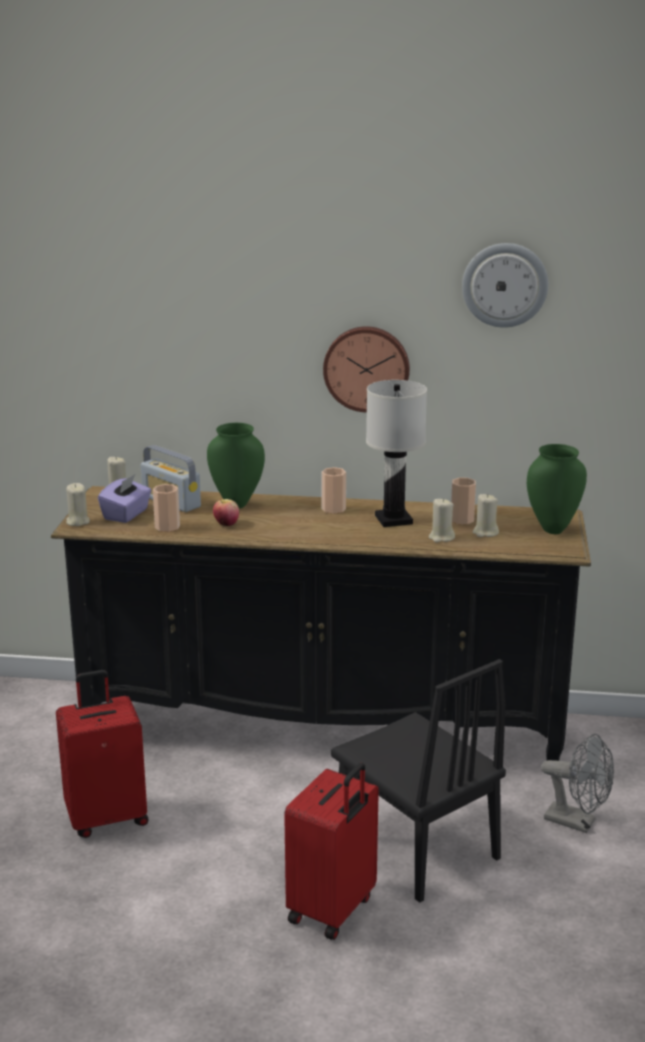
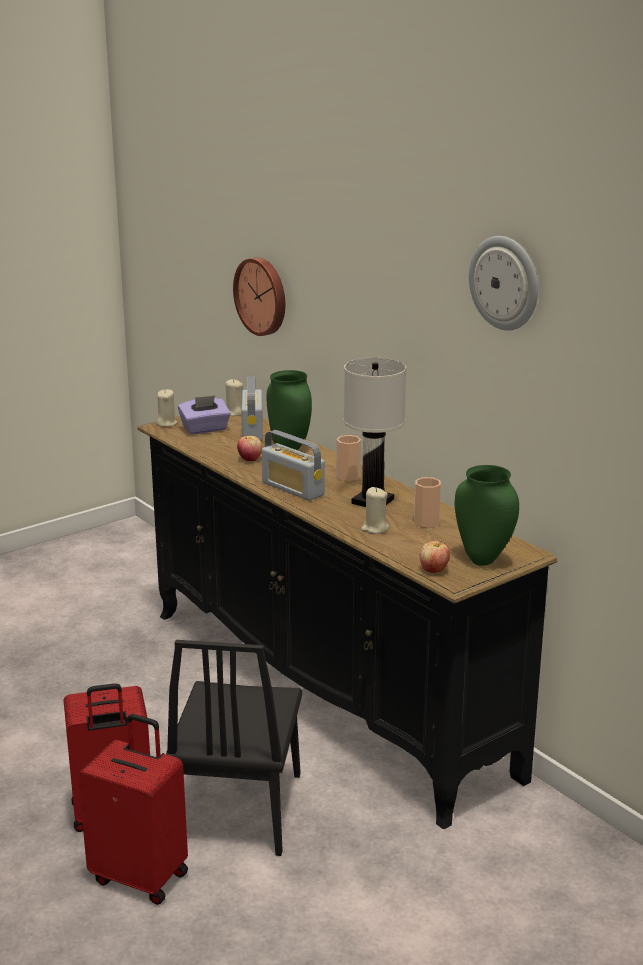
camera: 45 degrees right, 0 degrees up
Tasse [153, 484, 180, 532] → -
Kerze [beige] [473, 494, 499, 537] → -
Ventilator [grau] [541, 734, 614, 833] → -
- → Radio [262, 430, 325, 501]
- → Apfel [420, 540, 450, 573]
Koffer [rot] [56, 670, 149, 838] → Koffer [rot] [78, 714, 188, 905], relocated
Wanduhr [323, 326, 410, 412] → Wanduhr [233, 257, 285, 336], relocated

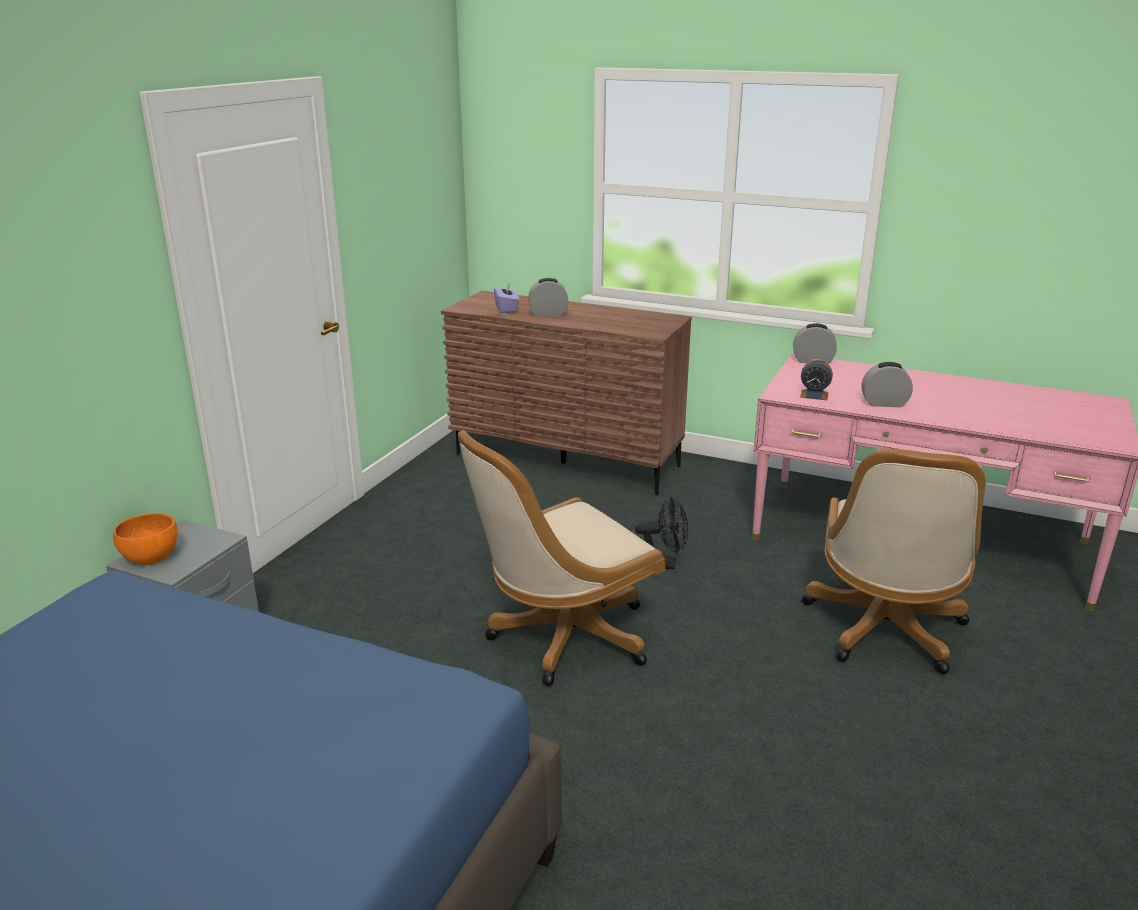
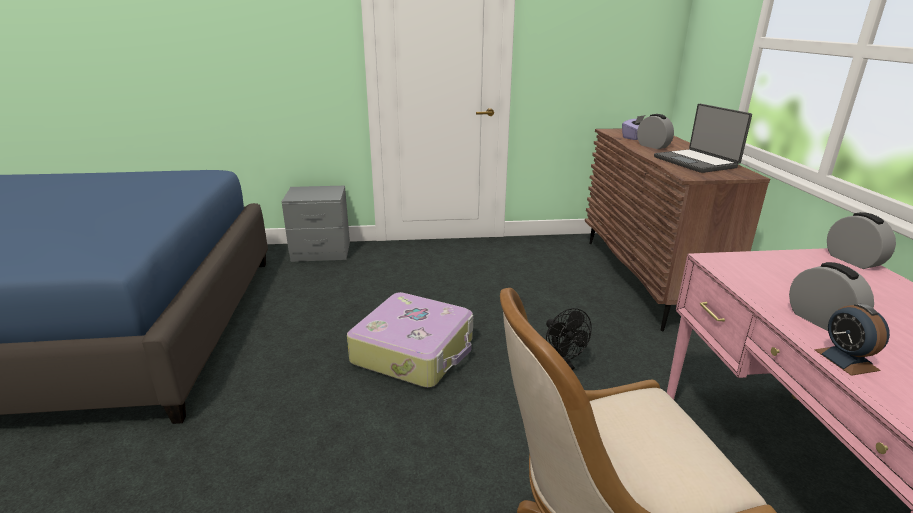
camera: 60 degrees right, 0 degrees up
Schüssel [orange] [113, 513, 177, 565] → -
- → Laptop [654, 104, 752, 173]
Wecker [800, 359, 833, 400] → Wecker [815, 303, 890, 376], relocated
Bürostuhl [458, 430, 665, 686] → Koffer [347, 292, 473, 388]

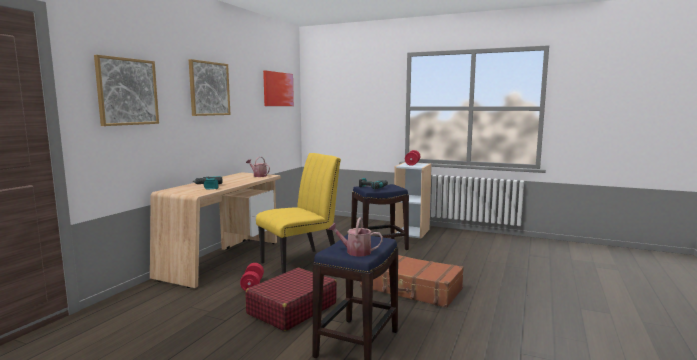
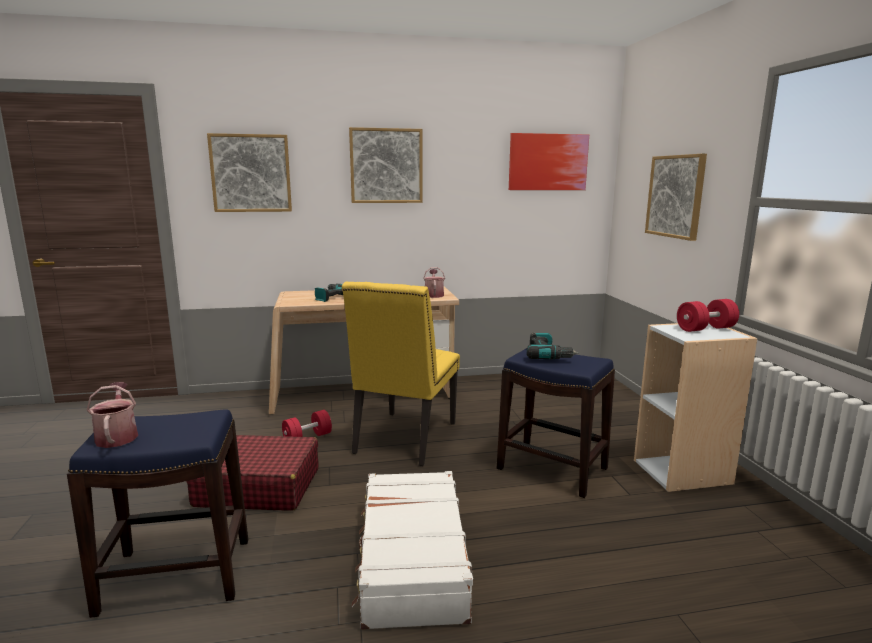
camera: 55 degrees right, 5 degrees up
- → Bild [645, 154, 707, 241]
Koffer [braun] [360, 255, 464, 308] → Koffer [weiß] [352, 471, 473, 630]
Stuhl [gelb] [256, 153, 341, 274] → Stuhl [gelb] [342, 282, 460, 466], 90 degrees clockwise

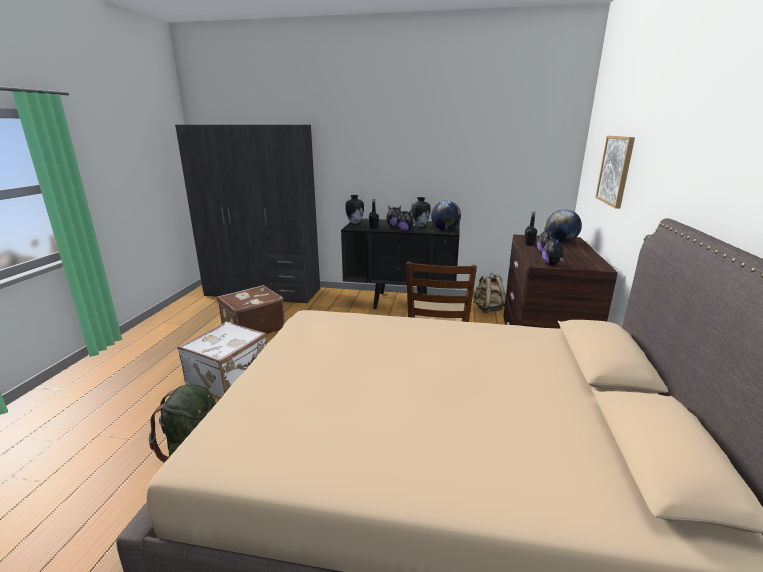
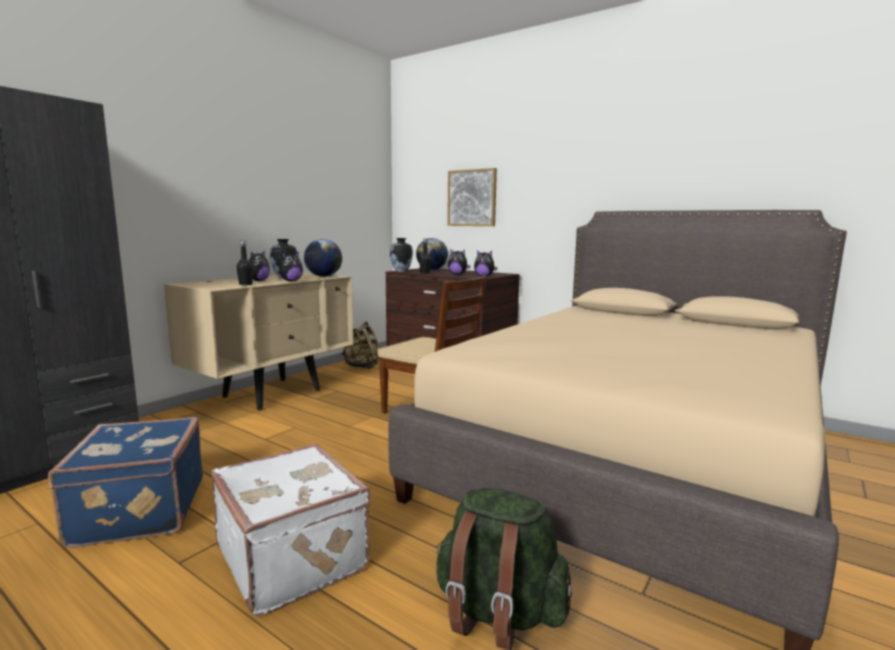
camera: 65 degrees left, 10 degrees down
Vase [345, 195, 364, 224] → Vase [390, 238, 413, 272], relocated
Koffer [braun] [217, 285, 285, 334] → Koffer [blau] [48, 417, 203, 548]
Kommode [schwarz] [341, 219, 460, 309] → Kommode [beige] [164, 272, 353, 410]

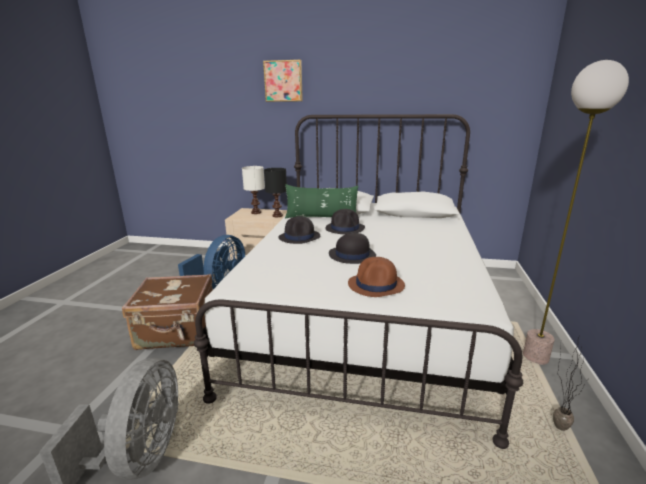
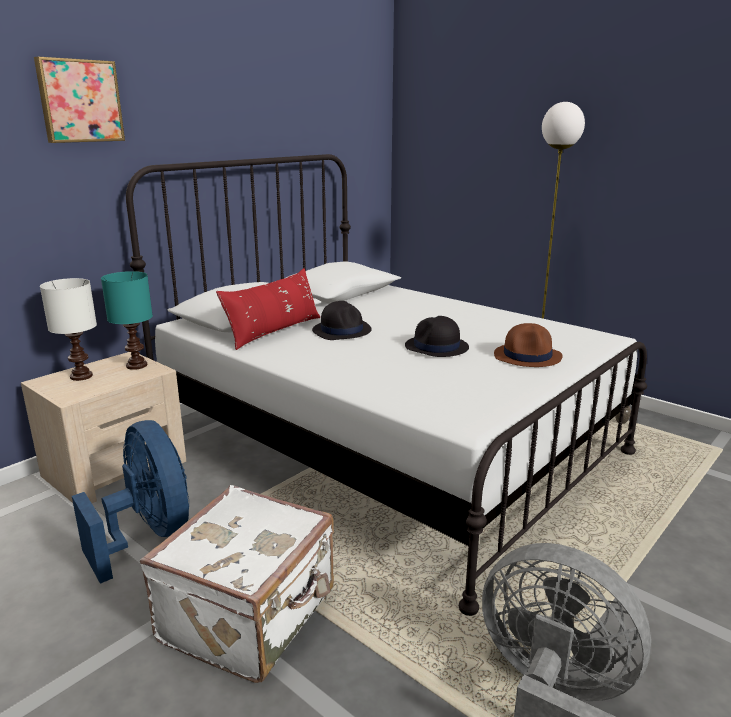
camera: 60 degrees left, 0 degrees up
Hut [schwarz] [279, 216, 320, 244] → -
Koffer [braun] [122, 274, 213, 350] → Koffer [weiß] [140, 485, 334, 683]
Tischlampe [schwarz] [264, 168, 287, 217] → Tischlampe [türkis] [101, 271, 153, 370]
Kissen [grün] [285, 184, 358, 219] → Kissen [rot] [216, 268, 320, 350]

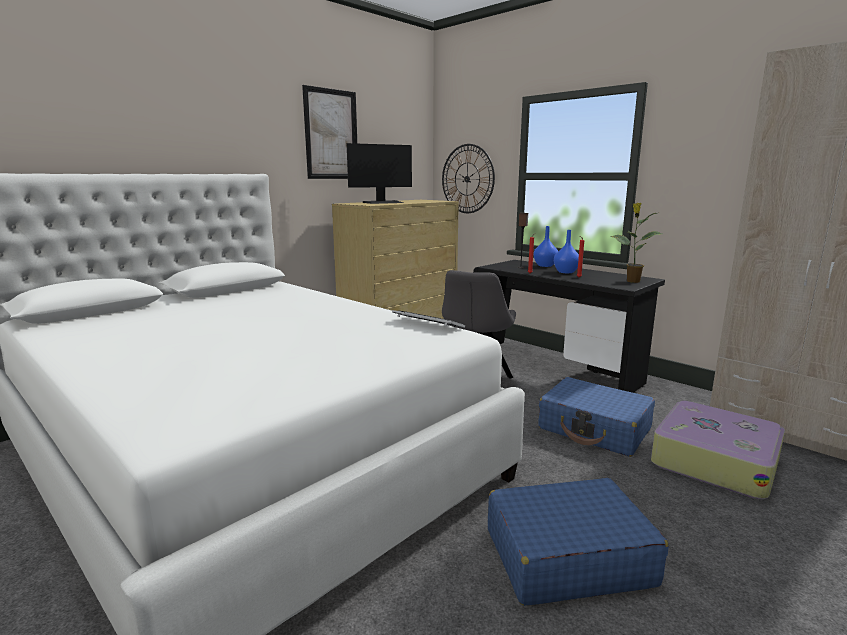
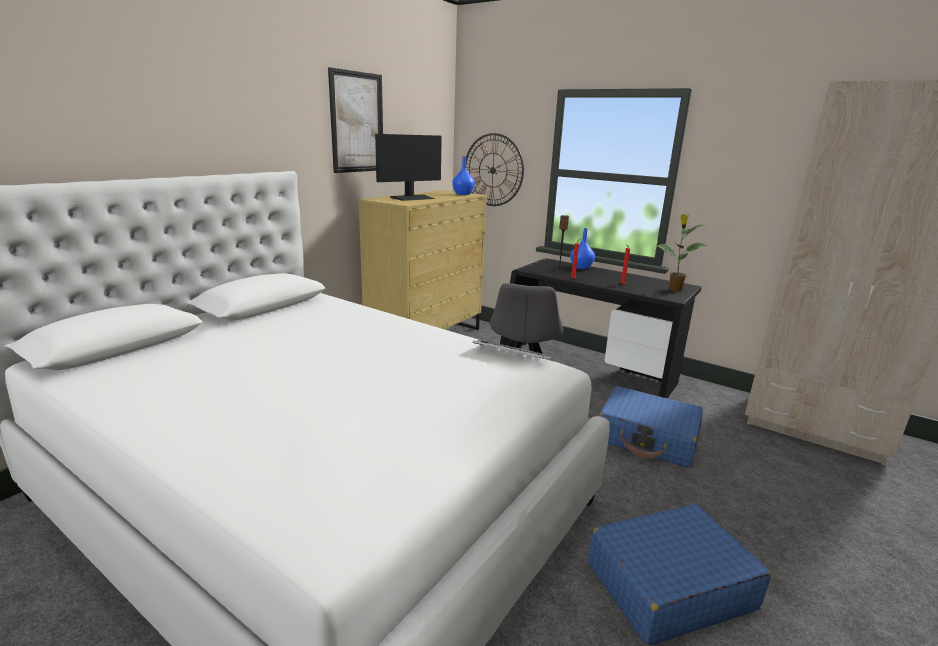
camera: 10 degrees left, 5 degrees up
Koffer [651, 401, 785, 499] → -
Vase [blau] [554, 230, 579, 273] → Vase [blau] [452, 156, 475, 195], relocated

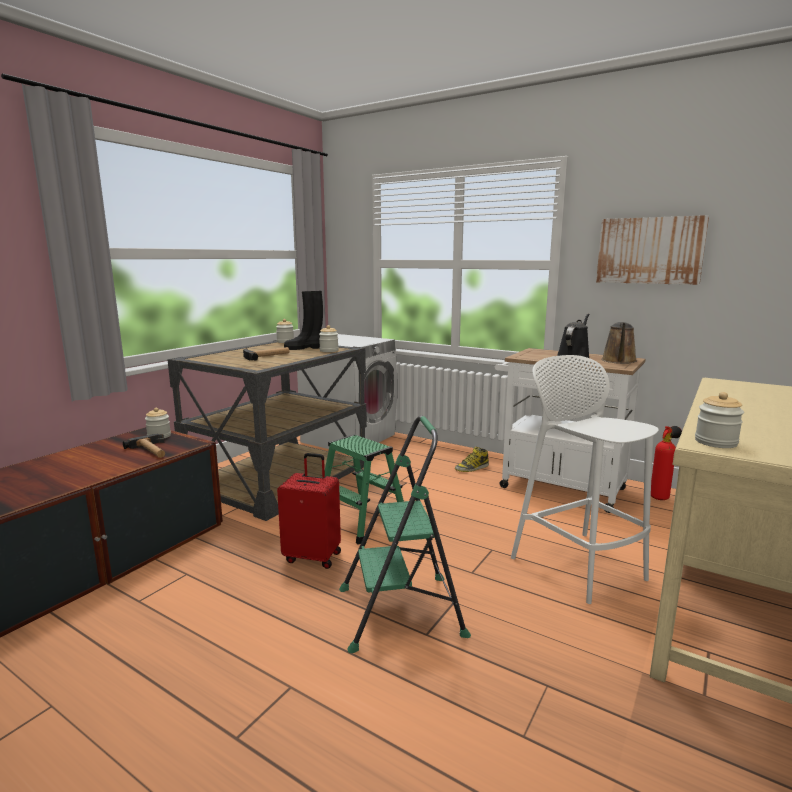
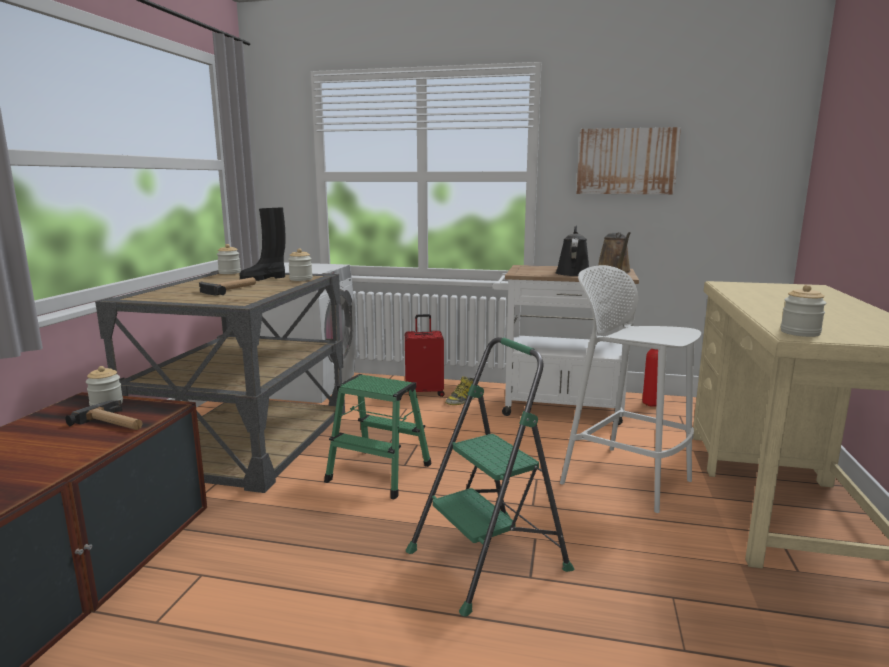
camera: 20 degrees left, 0 degrees up
Koffer [rot] [277, 453, 341, 569] → Koffer [rot] [405, 314, 445, 397], relocated

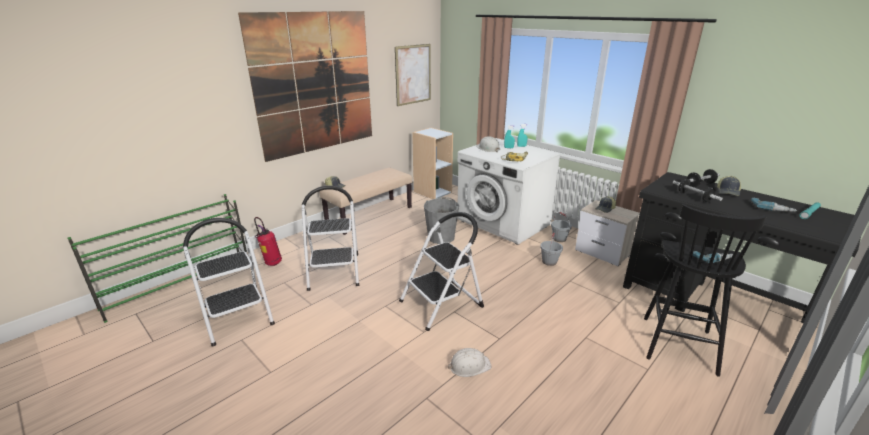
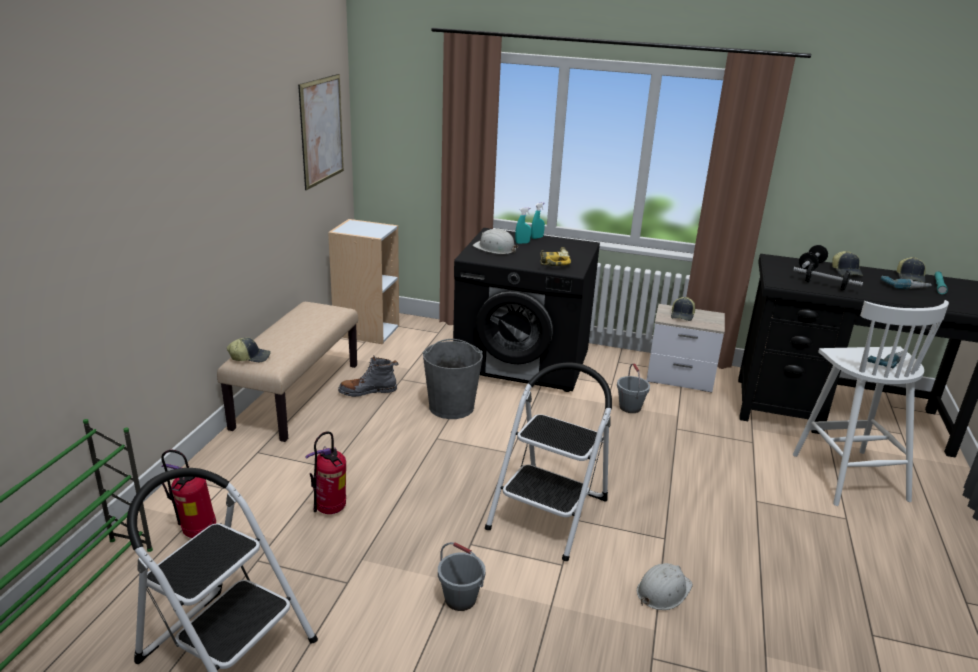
camera: 30 degrees left, 0 degrees up
Bild [238, 11, 372, 162] → -
- → Stiefel [grau] [338, 356, 398, 397]
- → Kappe [897, 257, 926, 283]
Eimer [grau] [551, 212, 572, 242] → Eimer [grau] [438, 542, 486, 611], relocated
Trittleiter [302, 185, 359, 291] → Feuerlöscher [306, 432, 346, 514]
Waschmaschine [weiß] [457, 138, 560, 245] → Waschmaschine [schwarz] [453, 228, 600, 392]
Hocker [schwarz] [644, 204, 767, 377] → Hocker [weiß] [793, 300, 949, 506]

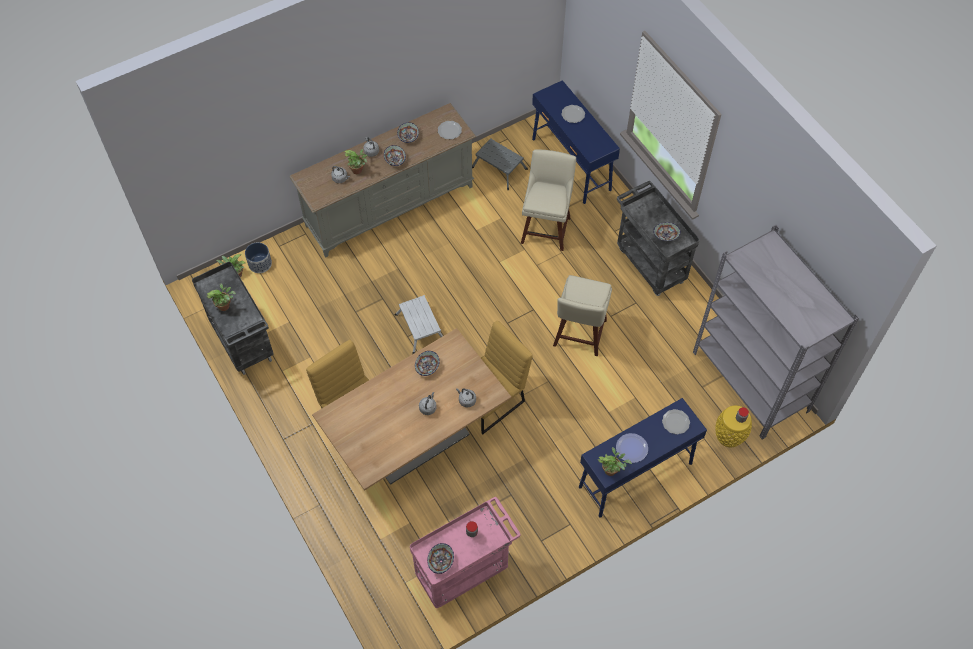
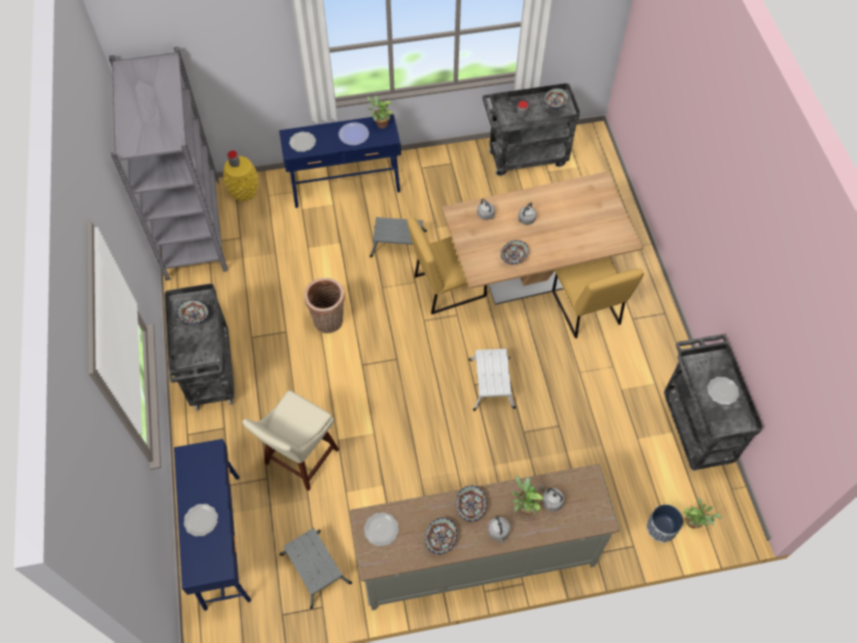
camera: 160 degrees left, 0 degrees up
- → Trittleiter [grau] [369, 217, 427, 258]
Topfpflanze [207, 284, 236, 311] → Teller [707, 377, 739, 405]
Hocker [beige] [553, 275, 612, 356] → Korb [304, 278, 345, 333]
Rollwagen [rosa] [410, 497, 520, 608] → Rollwagen [schwarz] [483, 83, 580, 176]

